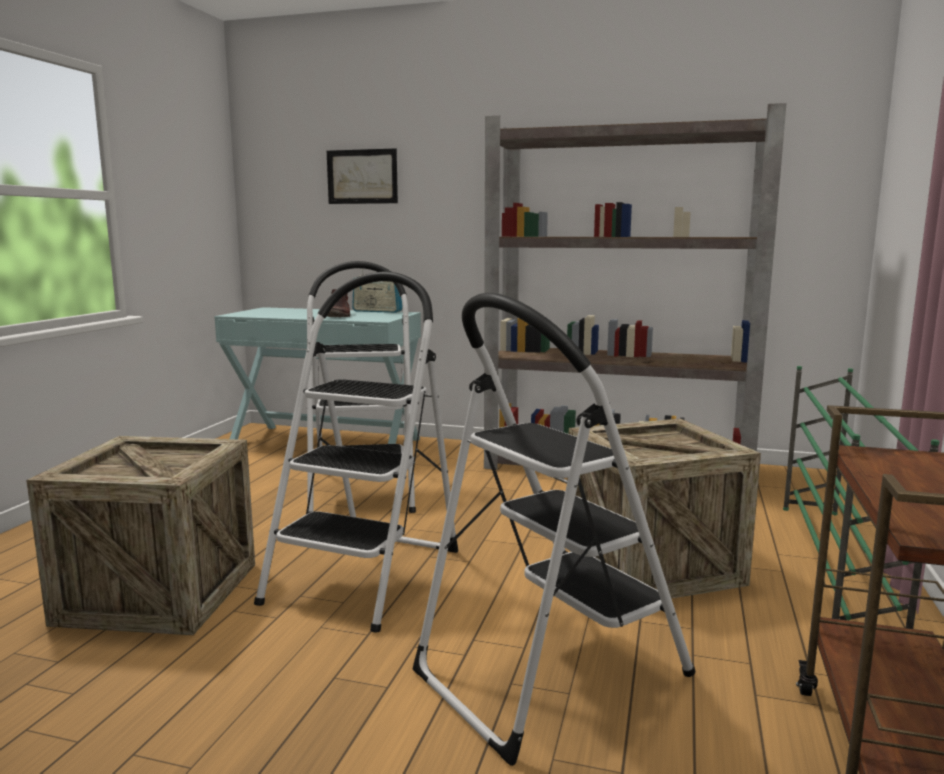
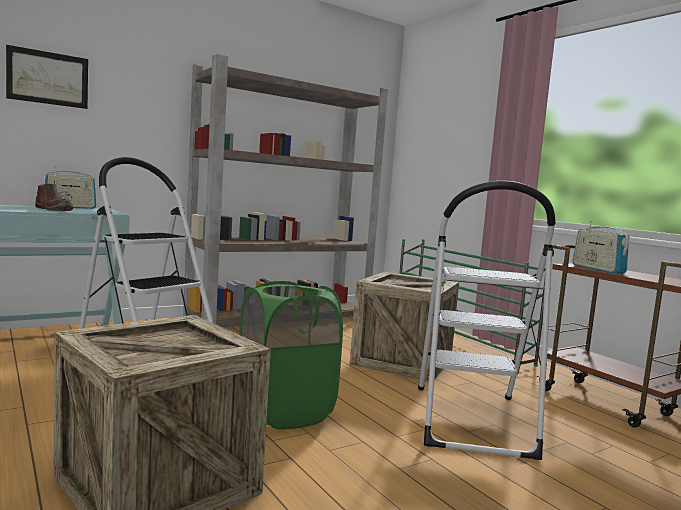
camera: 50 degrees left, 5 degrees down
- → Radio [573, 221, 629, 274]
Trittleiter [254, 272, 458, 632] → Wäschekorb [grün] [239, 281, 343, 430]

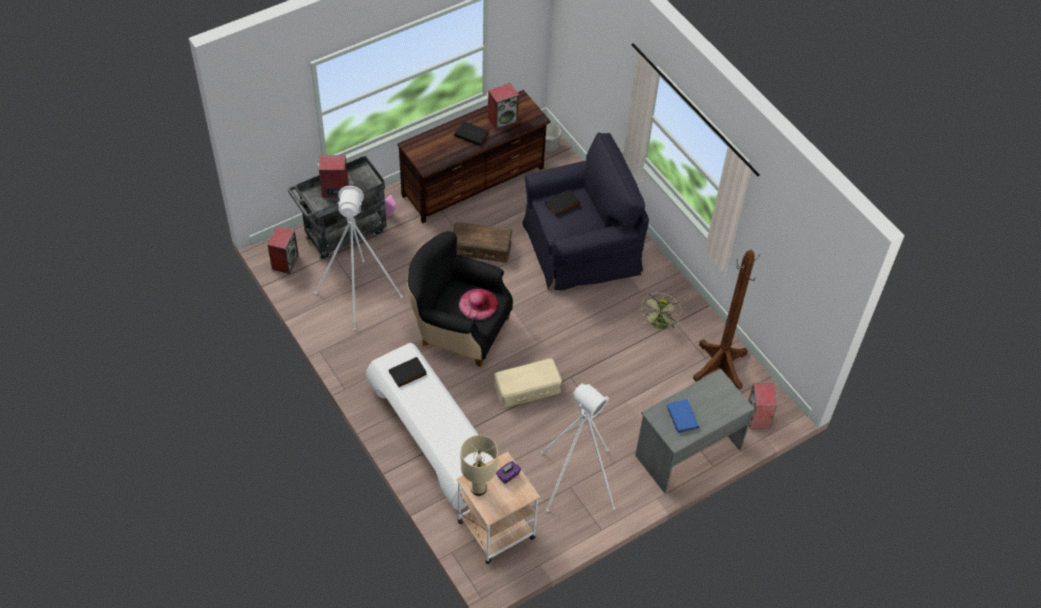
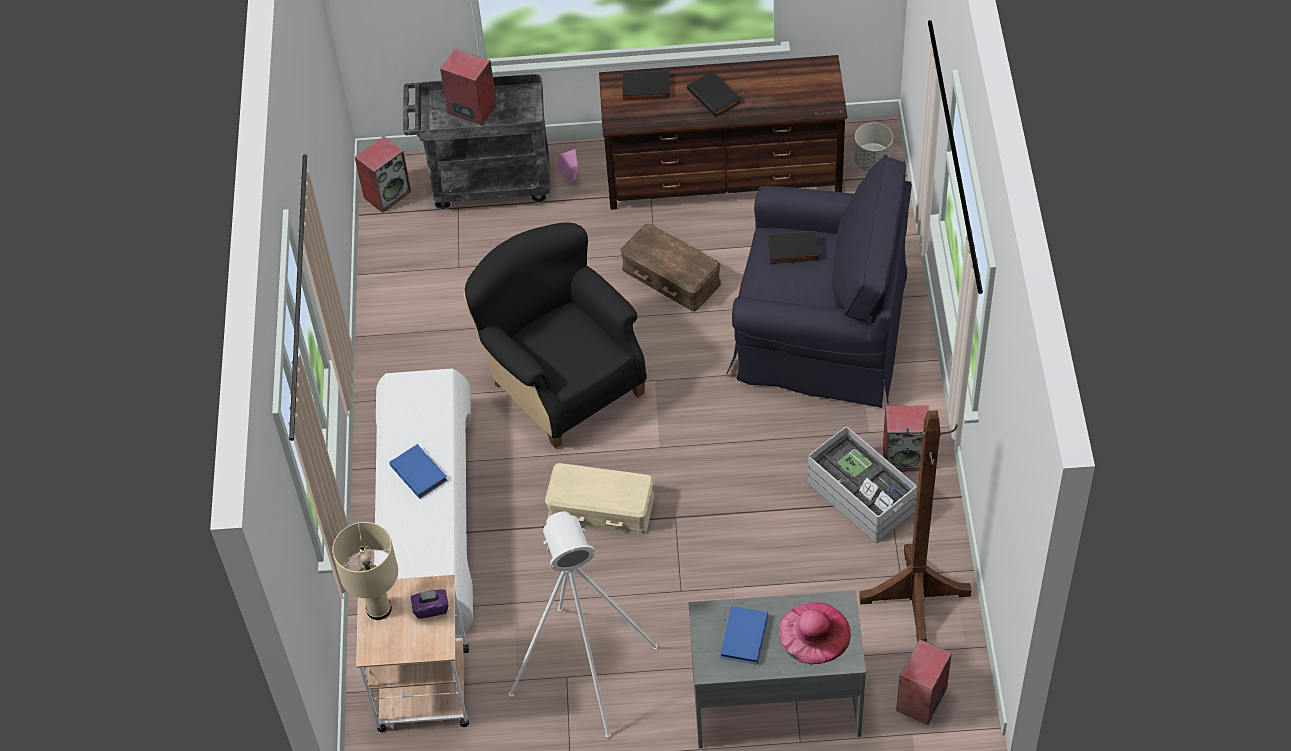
camera: 35 degrees right, 0 degrees up
Stehlampe [weiß] [315, 186, 403, 330] → -
- → Buch [blau] [389, 444, 448, 499]
Buch [schwarz] [389, 357, 427, 387] → Buch [schwarz] [622, 71, 670, 101], relocated
Hut [rosa] [459, 288, 499, 320] → Hut [rosa] [779, 602, 851, 665], relocated
Lautsprecher [488, 83, 519, 130] → Lautsprecher [883, 405, 929, 471], relocated
Ventilator [grün] [640, 293, 682, 329] → Aufbewahrungsbox [grau] [807, 427, 917, 543]

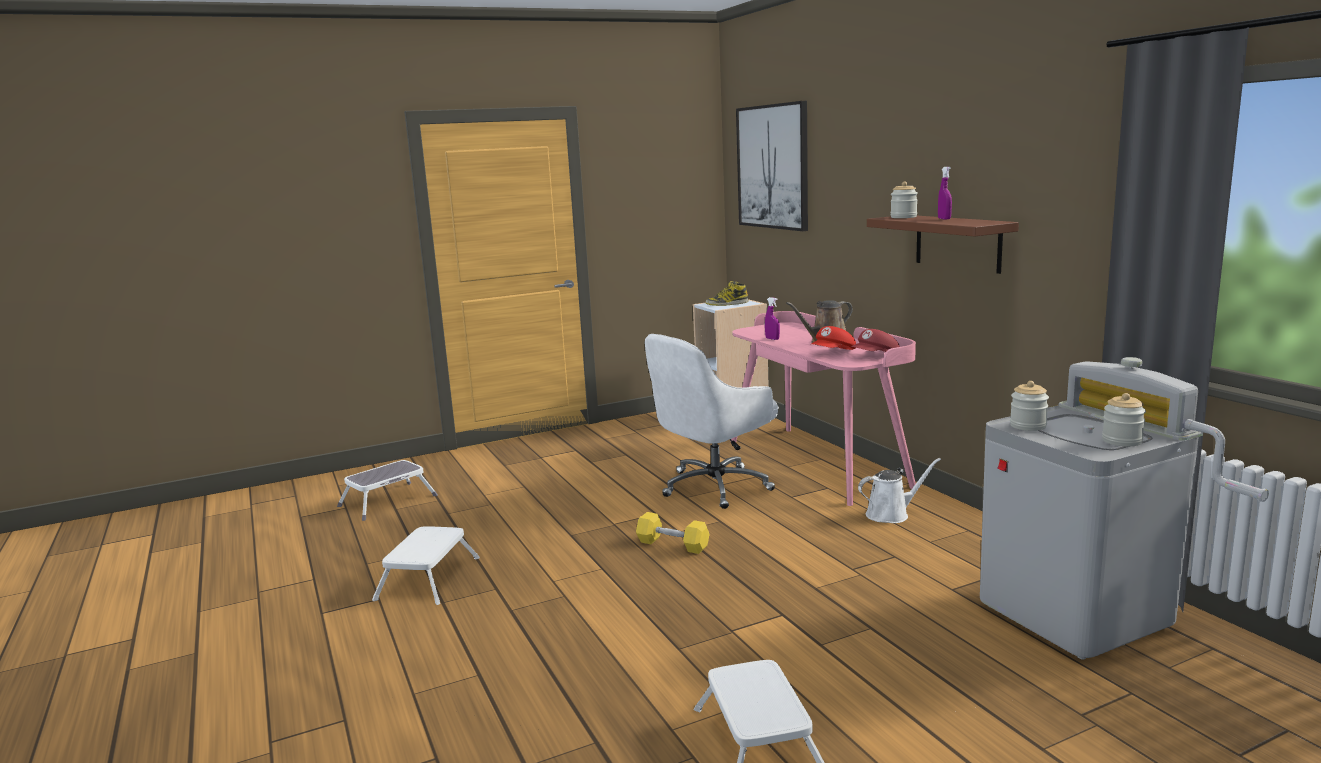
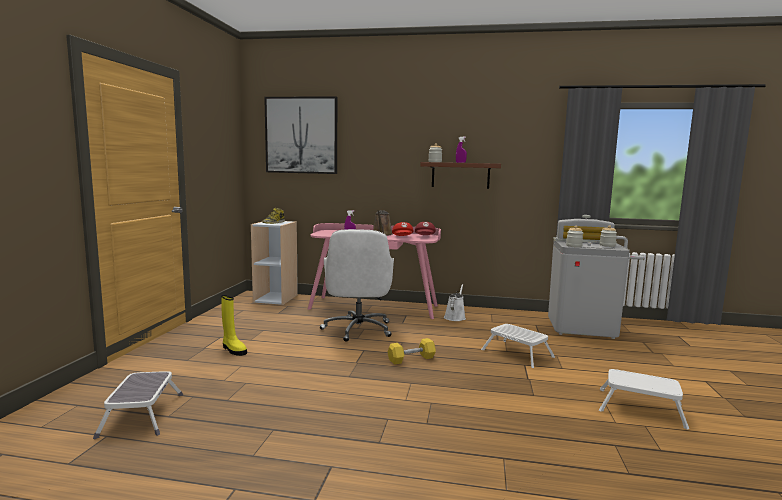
camera: 55 degrees left, 5 degrees down
- → Stiefel [gelb] [221, 295, 247, 356]
Trittleiter [weiß] [372, 526, 480, 605] → Trittleiter [weiß] [481, 324, 555, 368], relocated

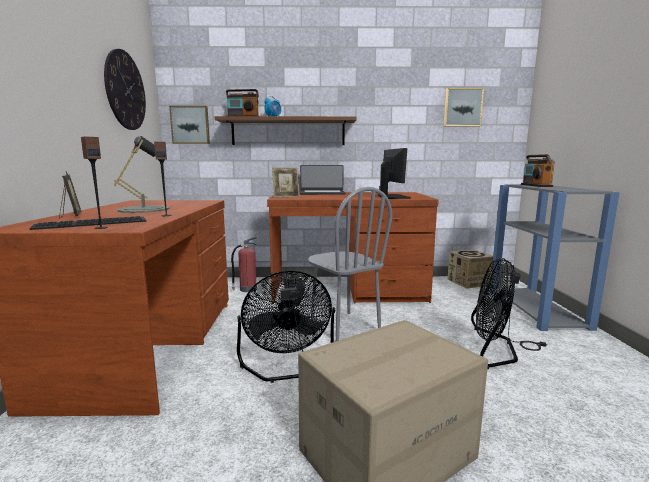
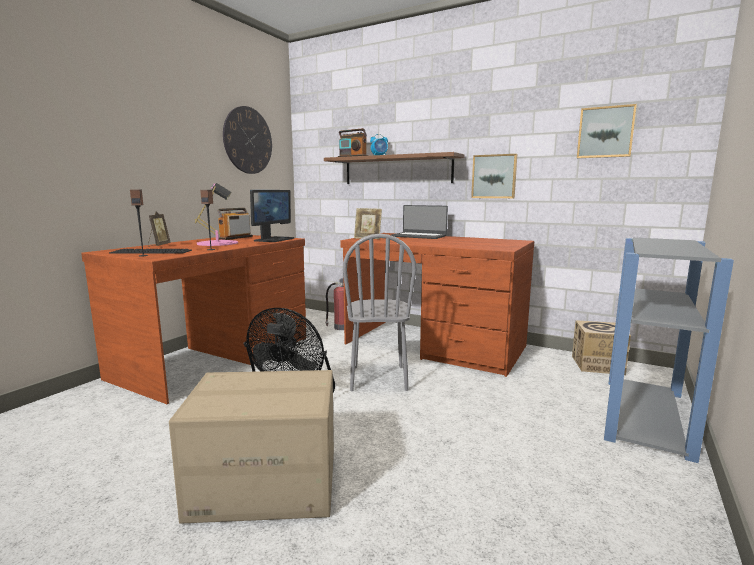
camera: 30 degrees right, 0 degrees up
Ventilator [schwarz] [471, 258, 548, 369] → -
Bild [169, 106, 210, 144] → Bild [471, 154, 517, 198], relocated
Monitor [378, 148, 411, 199] → Monitor [250, 190, 294, 242], relocated
Radio [521, 154, 555, 187] → Radio [218, 208, 253, 240], relocated
Tischlampe [grau] [114, 136, 170, 213] → Tischlampe [rosa] [195, 183, 238, 246]

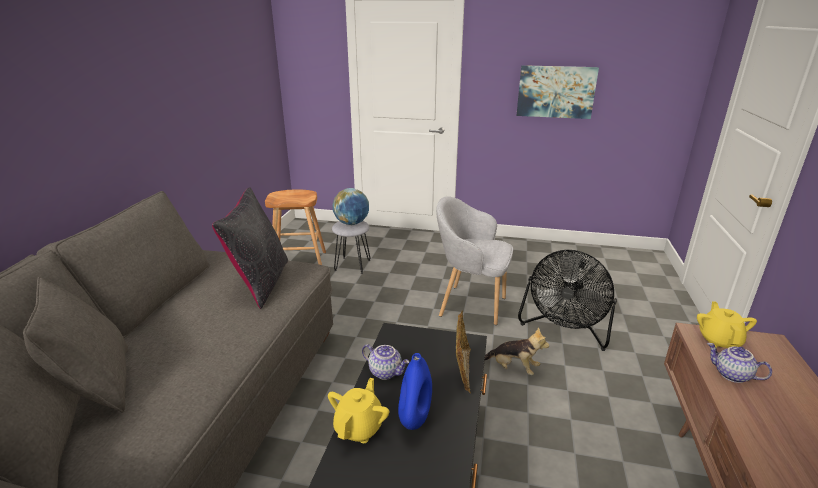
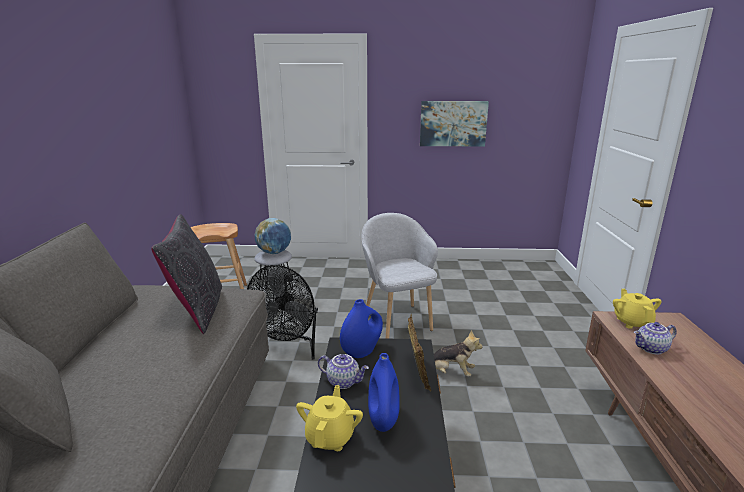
camera: 10 degrees left, 5 degrees down
- → Vase [blau] [340, 299, 383, 358]
Ventilator [schwarz] [518, 250, 617, 351] → Ventilator [schwarz] [247, 265, 318, 360], relocated
Sessel [grau] [436, 196, 513, 325] → Sessel [grau] [362, 213, 438, 339], 60 degrees clockwise
Teekanne [707, 343, 772, 383] → Teekanne [634, 322, 677, 354], 45 degrees counterclockwise

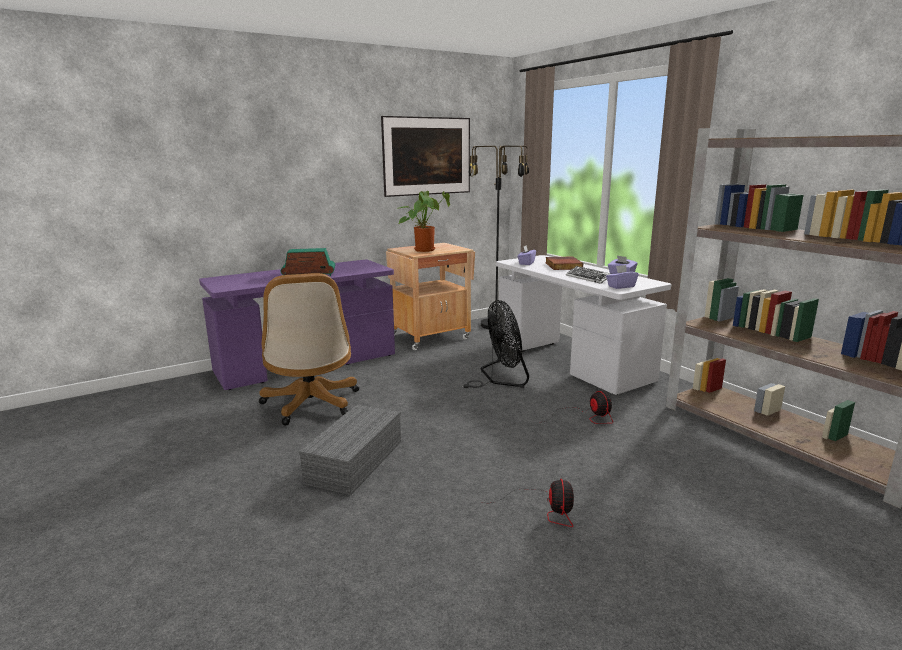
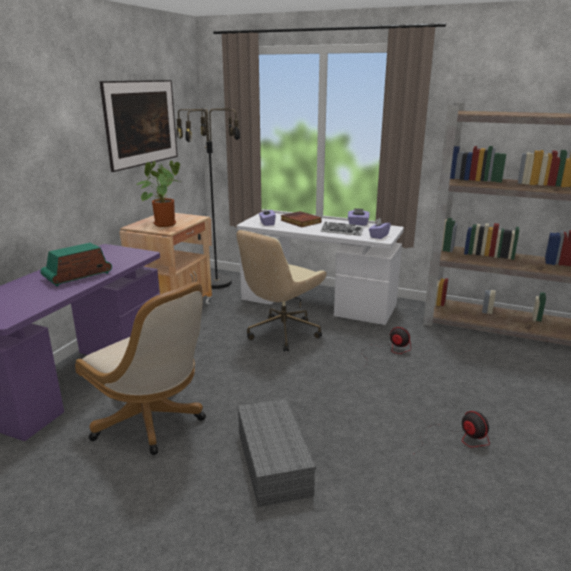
camera: 35 degrees left, 5 degrees up
Ventilator [schwarz] [463, 300, 529, 388] → Bürostuhl [beige] [236, 230, 326, 351]

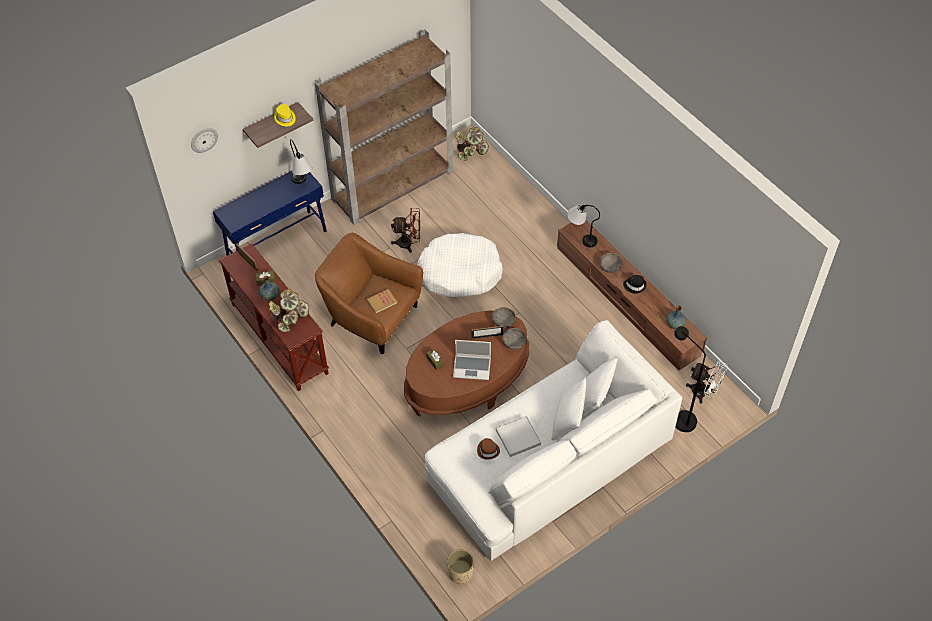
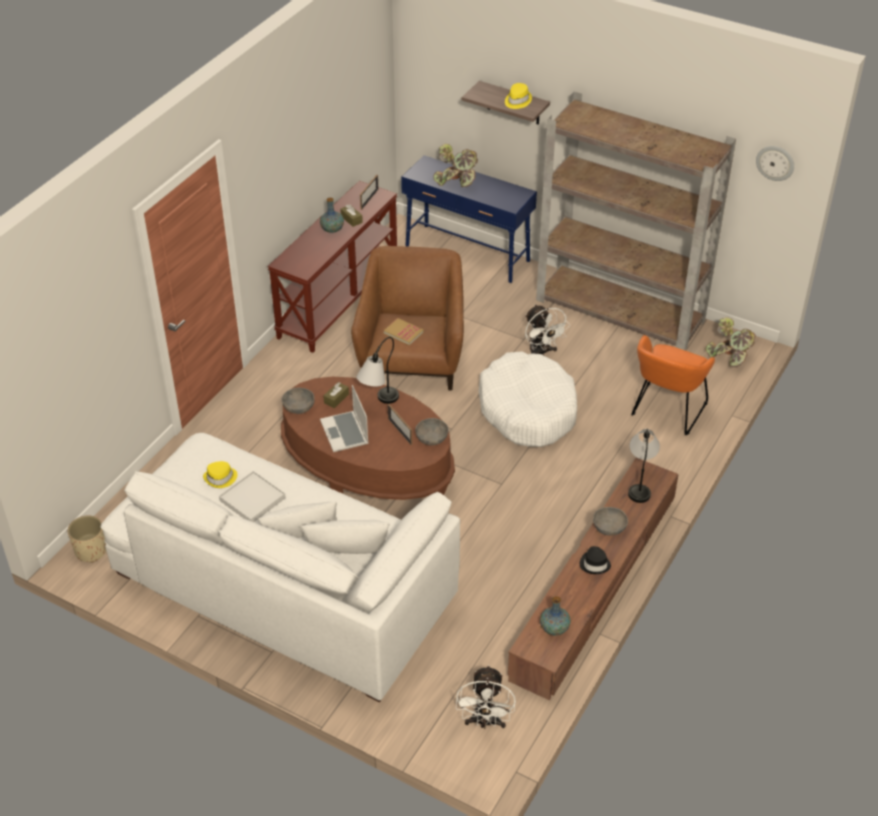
camera: 65 degrees right, 10 degrees down
Stehlampe [schwarz] [674, 326, 706, 432] → -
- → Sessel [orange] [631, 335, 715, 435]
Wanduhr [191, 128, 218, 153] → Wanduhr [756, 146, 794, 181], relocated
Topfpflanze [269, 289, 309, 332] → Topfpflanze [433, 144, 478, 187], relocated
Tischlampe [290, 139, 312, 184] → Tischlampe [356, 337, 399, 404], relocated
Schüssel [grau] [502, 328, 526, 350] → Schüssel [grau] [282, 388, 314, 414], relocated
Ventilator [braun] [391, 208, 420, 253] → Ventilator [weiß] [525, 304, 570, 356]
Hut [braun] [477, 438, 500, 460] → Hut [gelb] [203, 461, 237, 488]

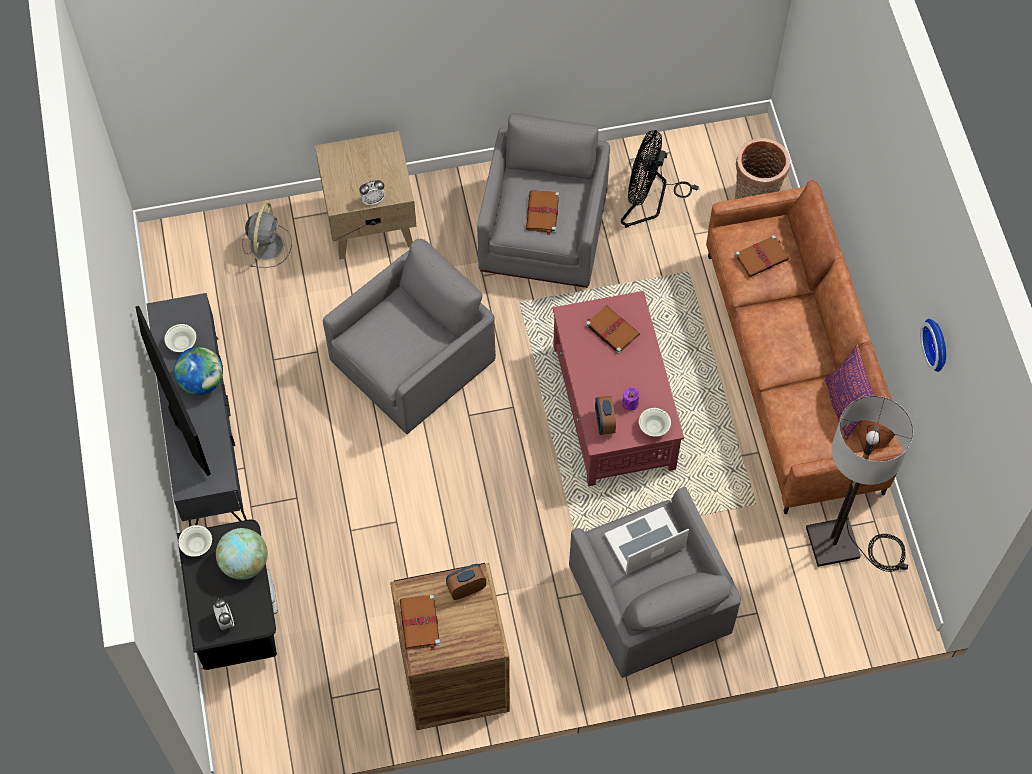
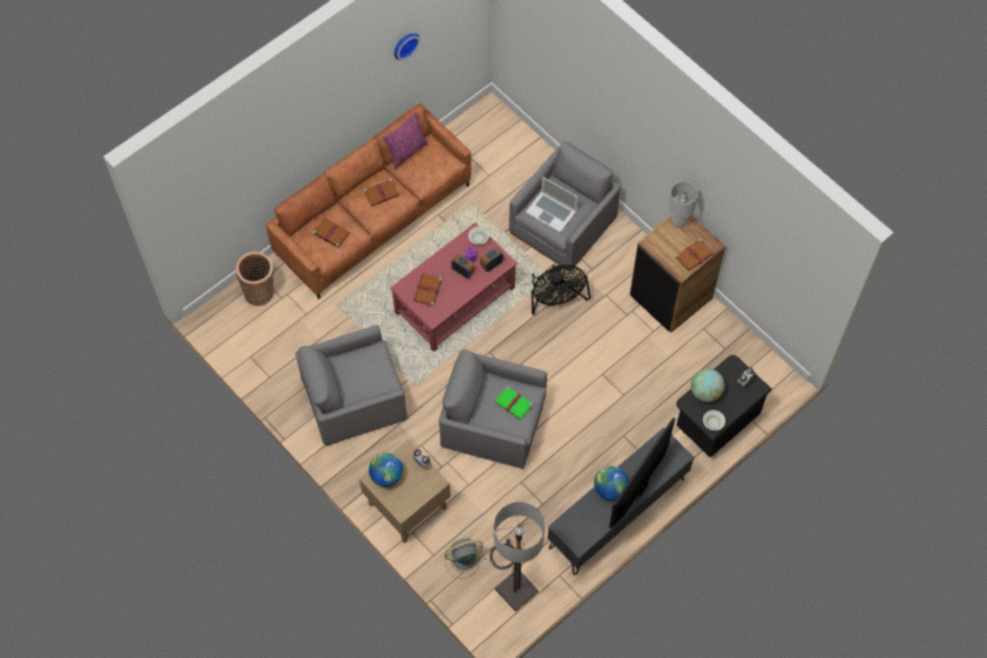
camera: 120 degrees left, 0 degrees up
Schüssel [weiß] [165, 324, 196, 352] → -
- → Globus [369, 453, 403, 487]
- → Buch [grün] [494, 386, 533, 420]
- → Tischlampe [grau] [669, 181, 698, 227]
Wecker [446, 564, 486, 600] → Wecker [451, 254, 475, 279], relocated
Buch [braun] [526, 190, 559, 236] → Buch [braun] [364, 179, 399, 206], relocated
Ventilator [schwarz] [621, 130, 700, 228] → Ventilator [schwarz] [531, 264, 591, 315], relocated
Stehlampe [806, 396, 913, 572] → Stehlampe [490, 502, 545, 612], relocated

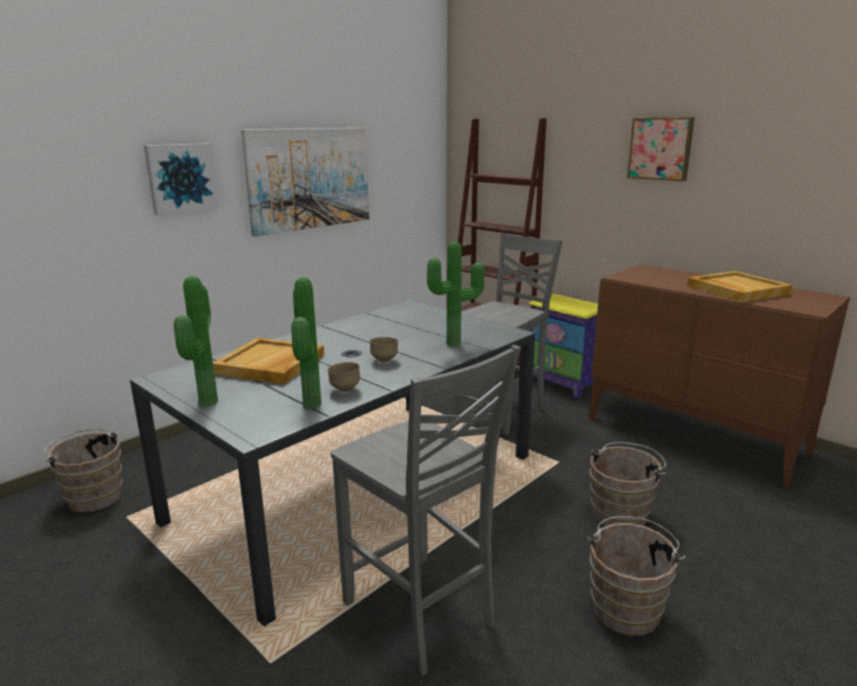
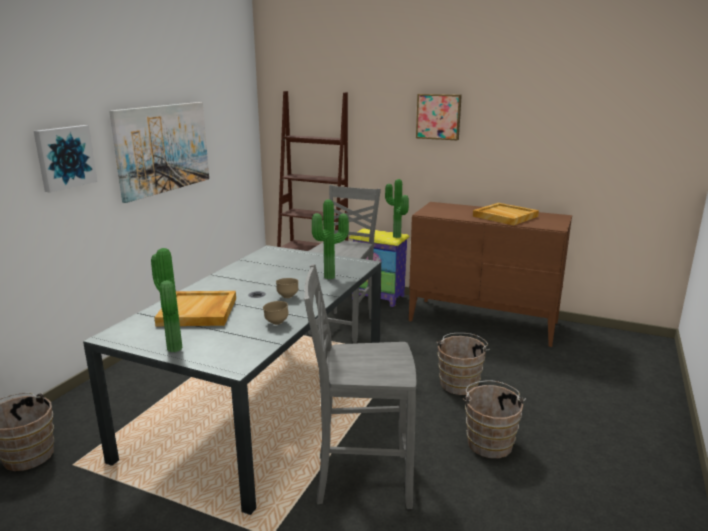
camera: 20 degrees left, 0 degrees up
Topfpflanze [291, 277, 322, 409] → Topfpflanze [385, 179, 409, 238], relocated
Stuhl [grau] [331, 345, 520, 676] → Stuhl [grau] [304, 264, 416, 509], 150 degrees clockwise

